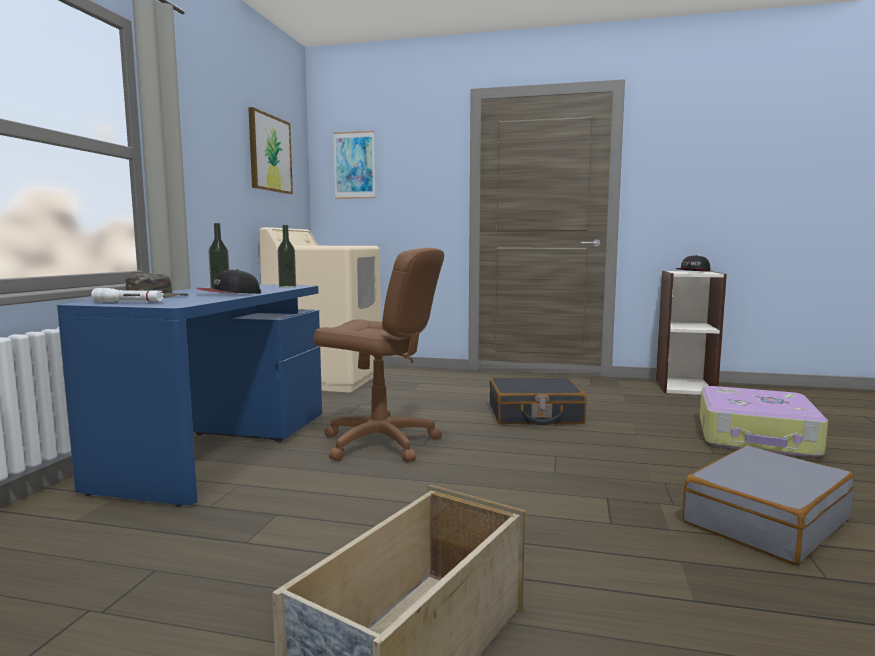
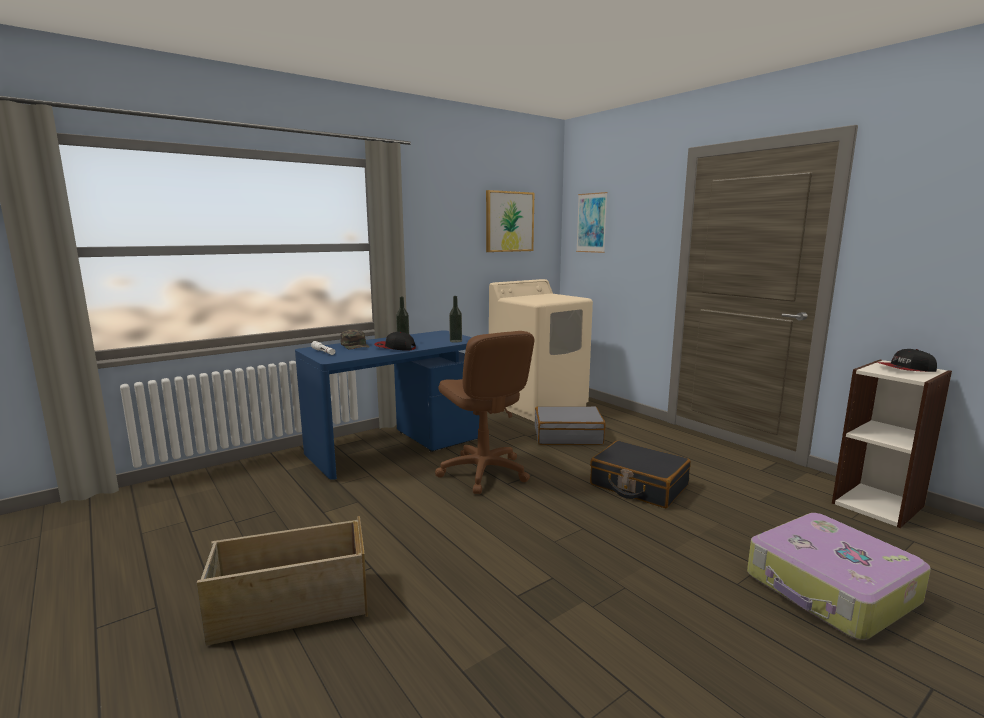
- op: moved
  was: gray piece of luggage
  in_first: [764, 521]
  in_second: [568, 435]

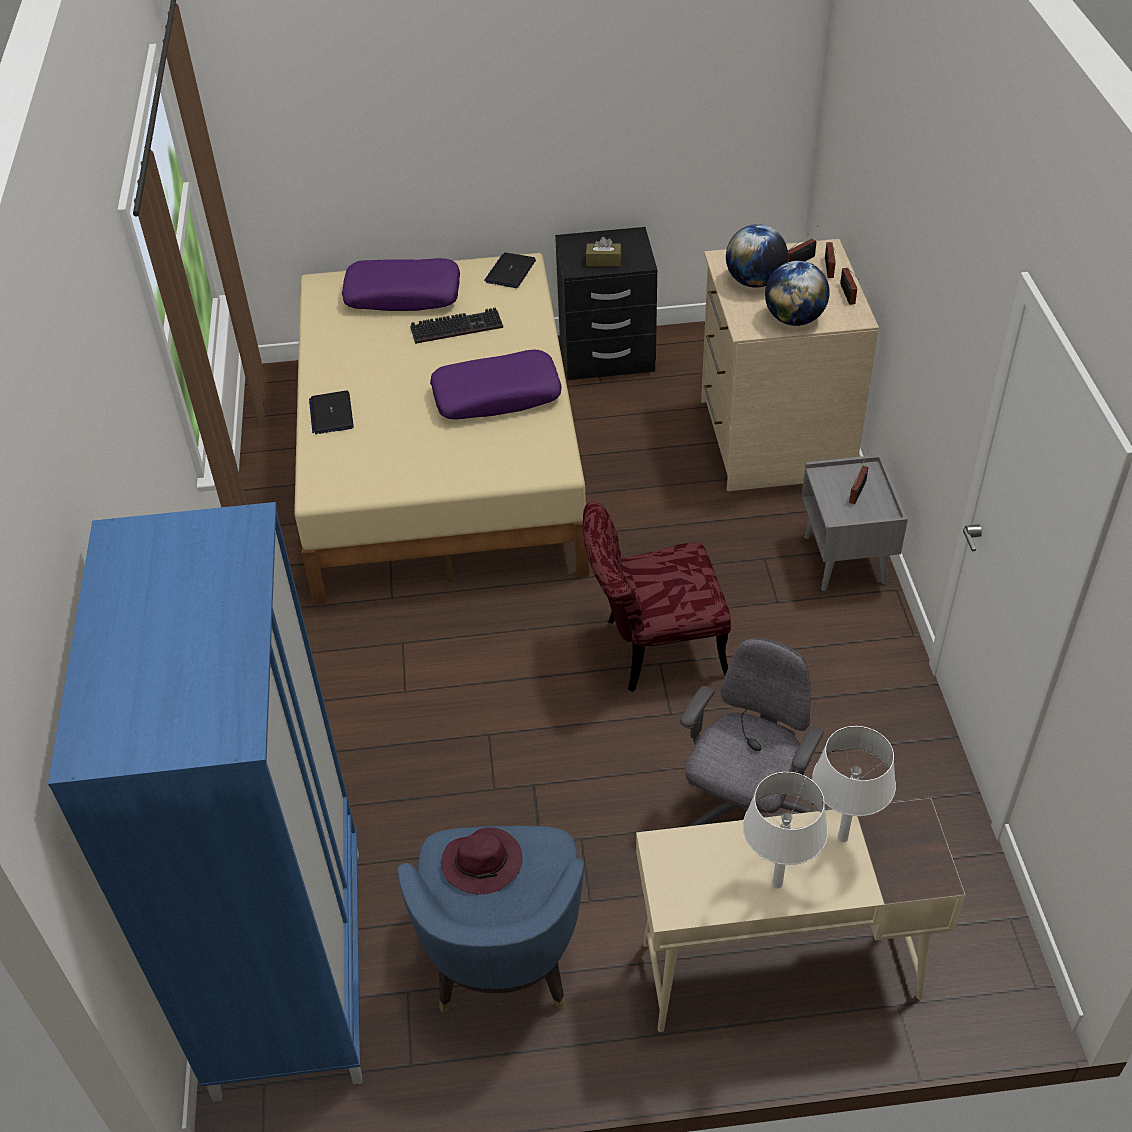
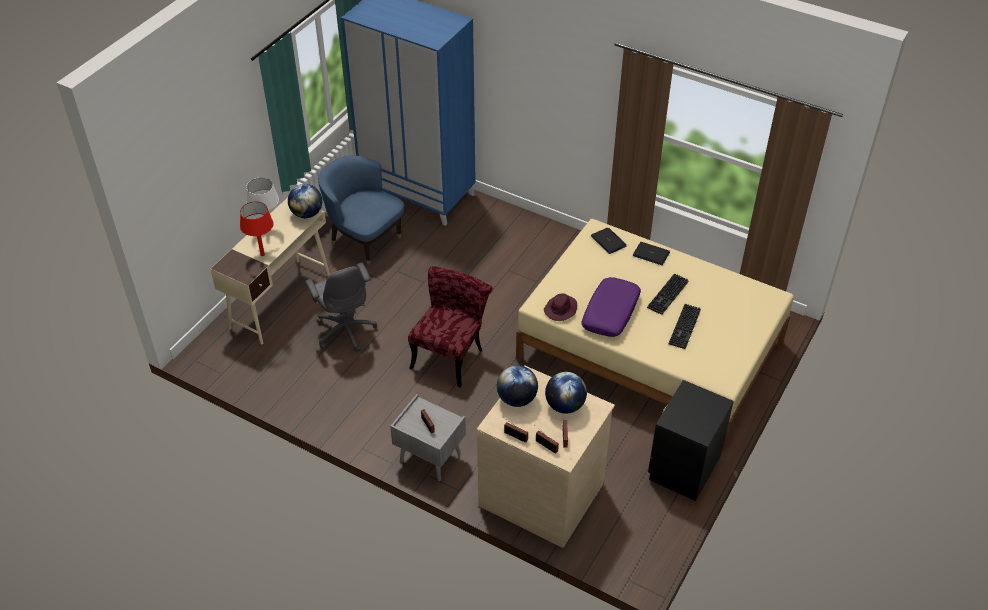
- op: recoloured
  was: white tabletop lamp
  now: red tabletop lamp
  in_first: [842, 838]
  in_second: [262, 254]
- op: added
  now: globe
  in_second: [307, 214]
- op: moved
  was: purplish clothing hat
  in_first: [483, 863]
  in_second: [560, 310]
- op: moved
  was: notebook computer
  in_first: [510, 271]
  in_second: [608, 241]
- op: added
  now: keyboard
  in_second: [668, 296]
- op: removed
  was: purplish throw pillow
  in_first: [403, 295]
- op: removed
  was: brownish box of tissues
  in_first: [603, 261]

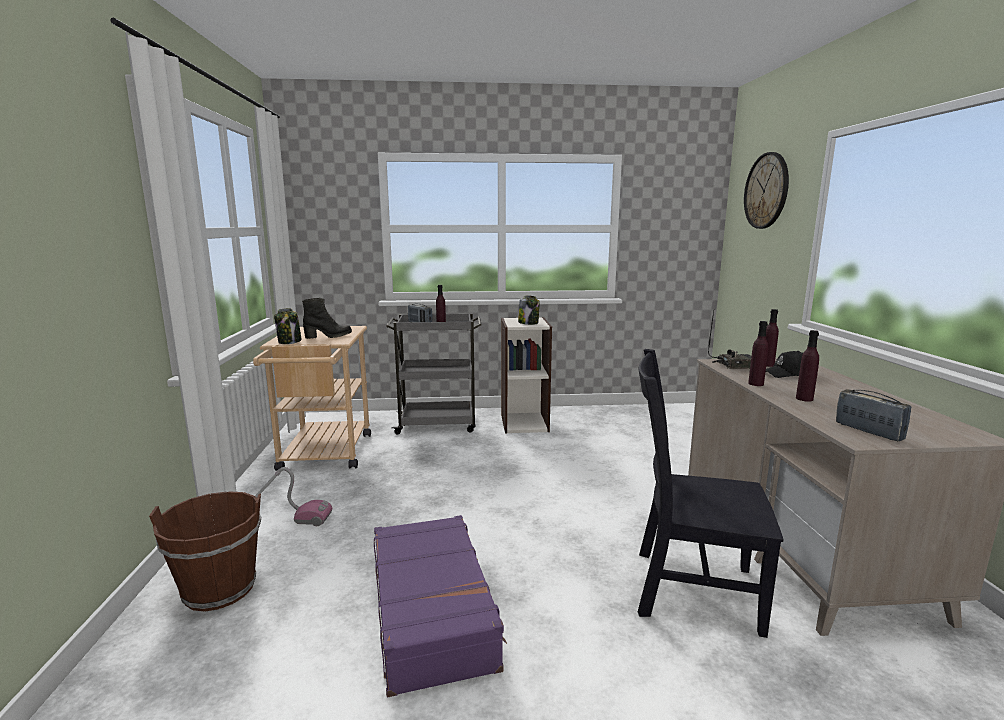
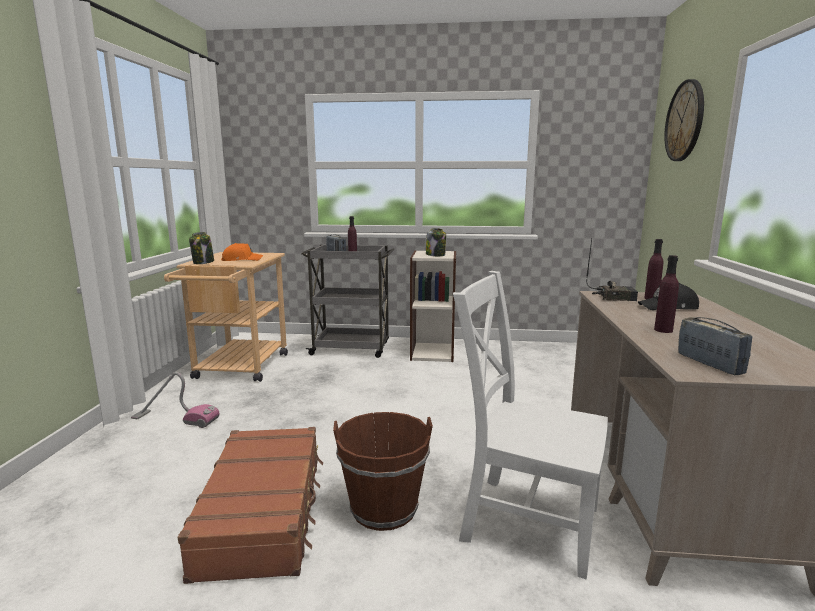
- op: recoloured
  was: purplish piece of luggage
  now: brownish piece of luggage
  in_first: [433, 611]
  in_second: [264, 512]
- op: replaced
  was: blackish boot
  now: orange-coloured baseball cap
  in_first: [328, 336]
  in_second: [241, 260]
- op: moved
  was: brownish bucket
  in_first: [219, 589]
  in_second: [383, 509]
- op: recoloured
  was: blackish chair
  now: white chair
  in_first: [689, 589]
  in_second: [524, 520]
- op: removed
  was: purplish bottle
  in_first: [756, 384]

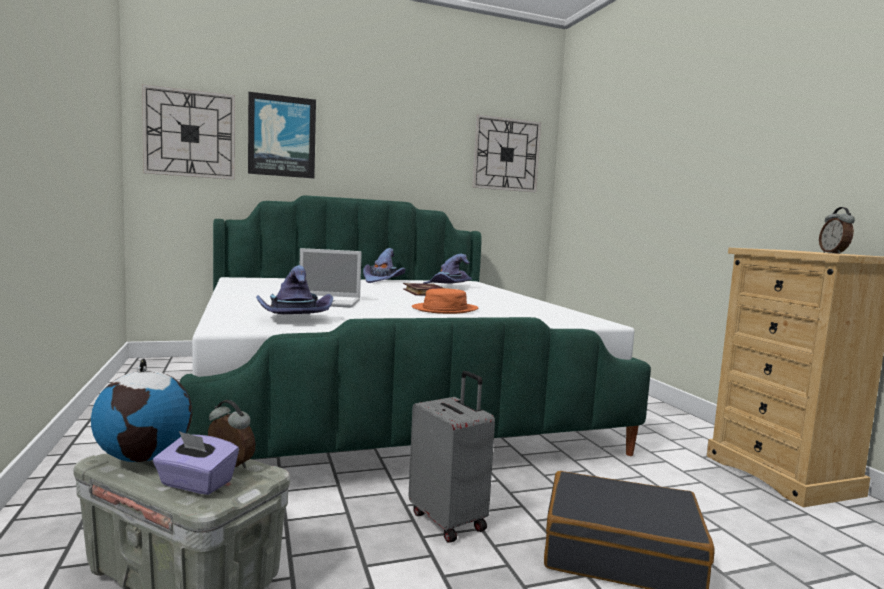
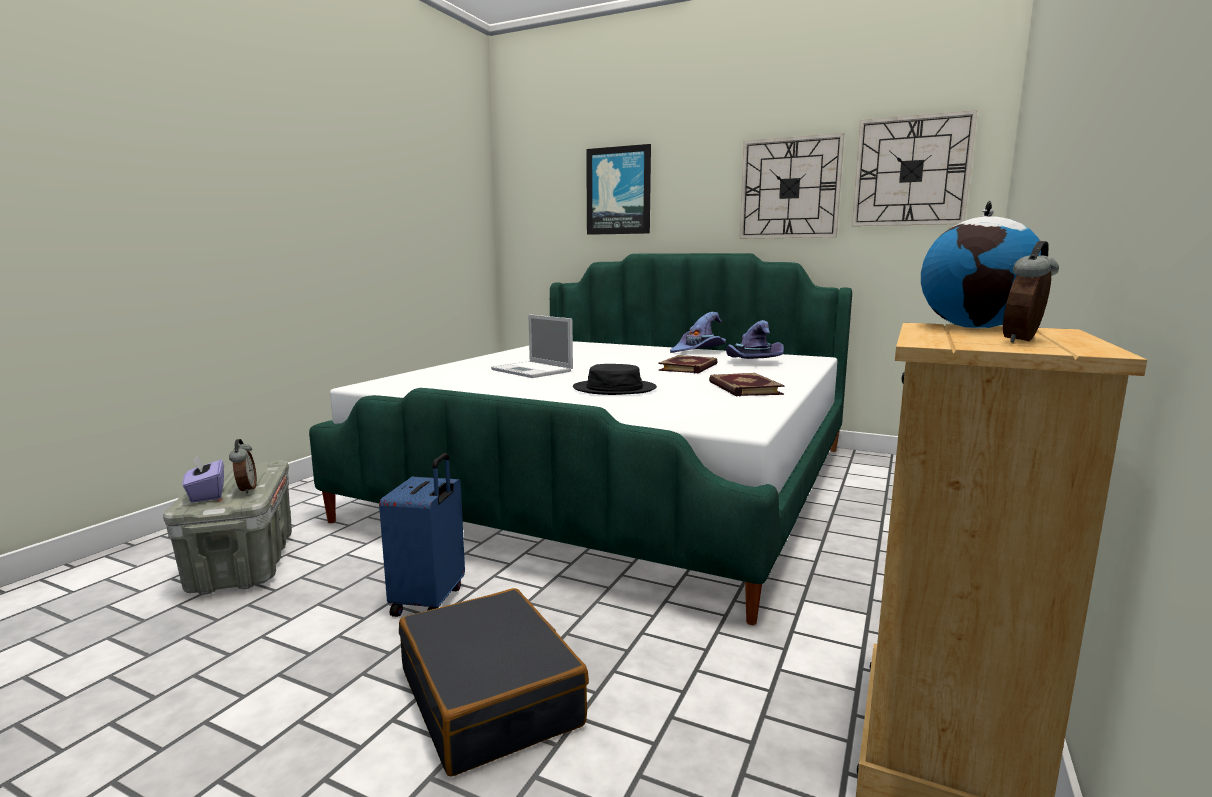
- op: recoloured
  was: gray piece of luggage
  now: bluish piece of luggage
  in_first: [449, 520]
  in_second: [430, 601]
- op: recoloured
  was: orange-coloured clothing hat
  now: blackish clothing hat
  in_first: [445, 309]
  in_second: [614, 389]
- op: added
  now: book
  in_second: [743, 388]
- op: moved
  was: clock on the wall
  in_first: [190, 134]
  in_second: [789, 188]
- op: moved
  was: globe
  in_first: [145, 457]
  in_second: [976, 328]
- op: removed
  was: purplish clothing hat
  in_first: [293, 319]

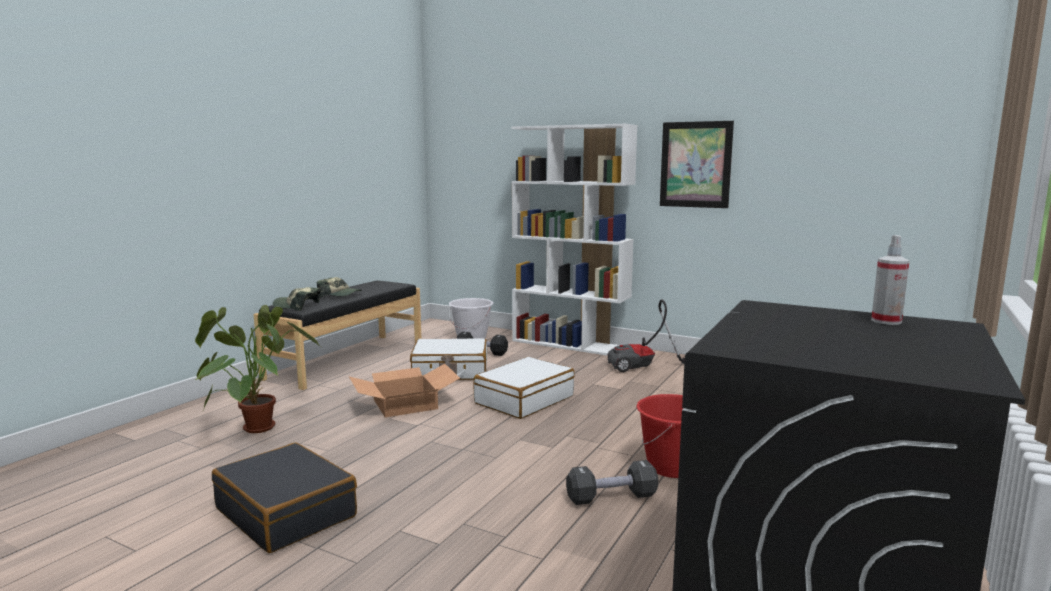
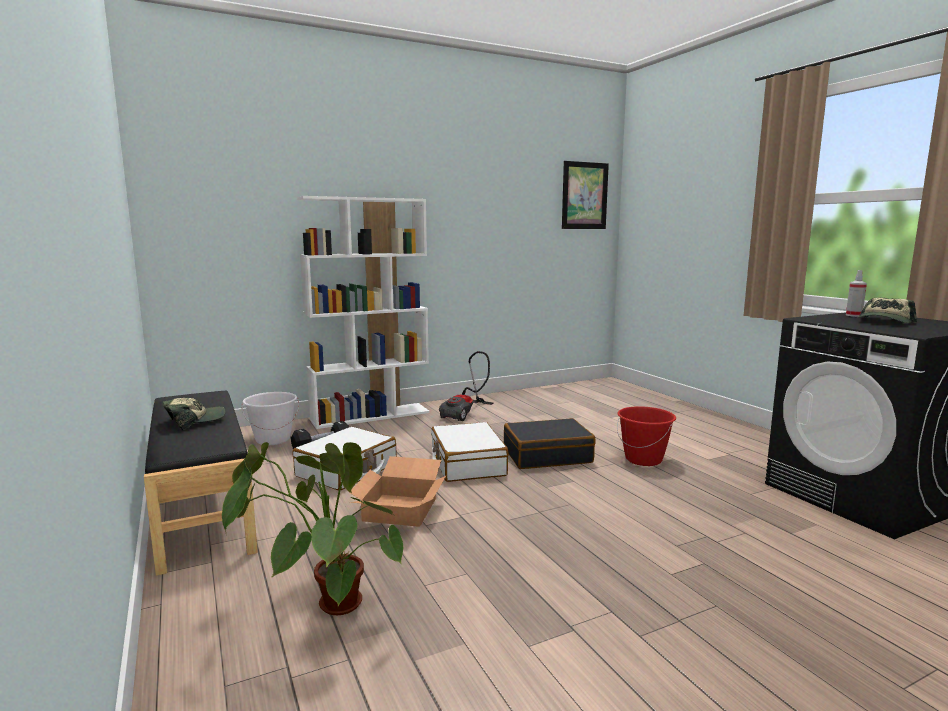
- op: moved
  was: blackish piece of luggage
  in_first: [287, 512]
  in_second: [547, 455]
- op: moved
  was: picture
  in_first: [695, 164]
  in_second: [584, 196]
- op: moved
  was: baseball cap
  in_first: [297, 306]
  in_second: [885, 321]
- op: removed
  was: blackish dumbbell
  in_first: [611, 497]

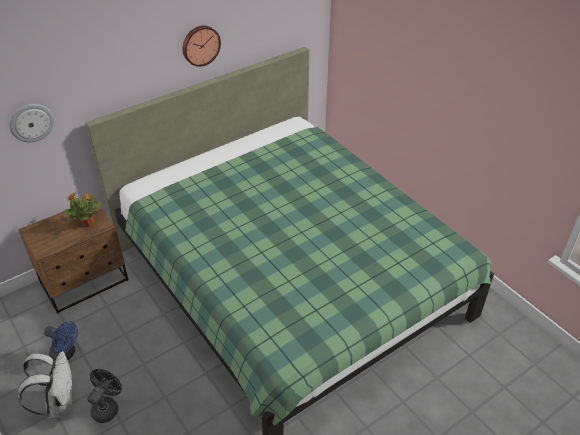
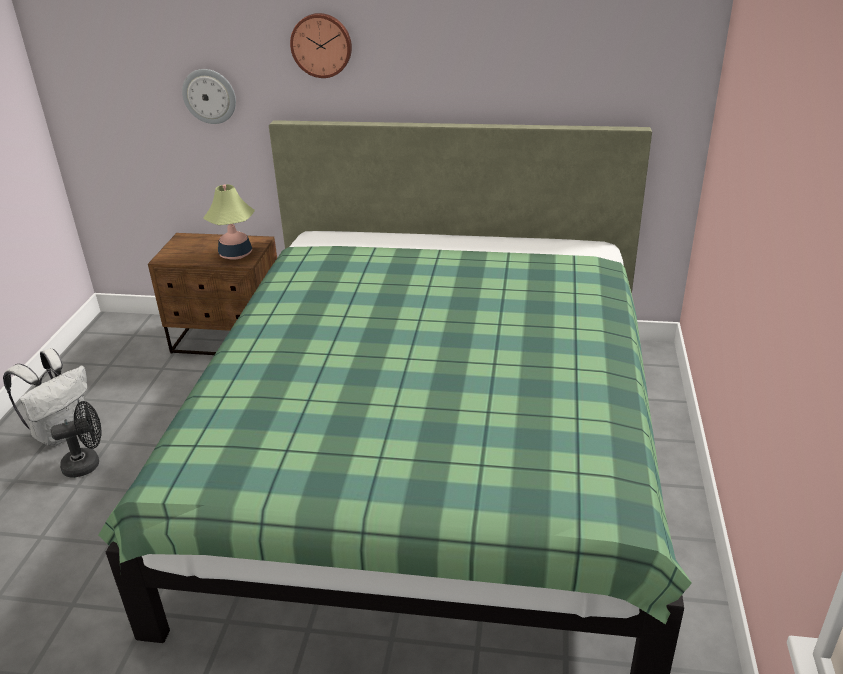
- op: replaced
  was: houseplant
  now: tabletop lamp
  in_first: [88, 223]
  in_second: [235, 254]
- op: moved
  was: clock on the wall
  in_first: [200, 45]
  in_second: [321, 45]
- op: removed
  was: bluish fan
  in_first: [66, 353]

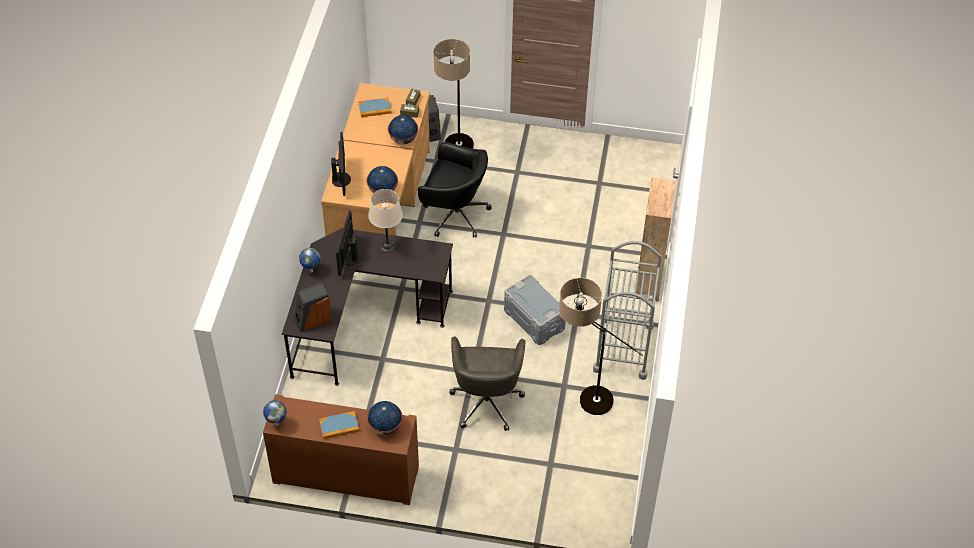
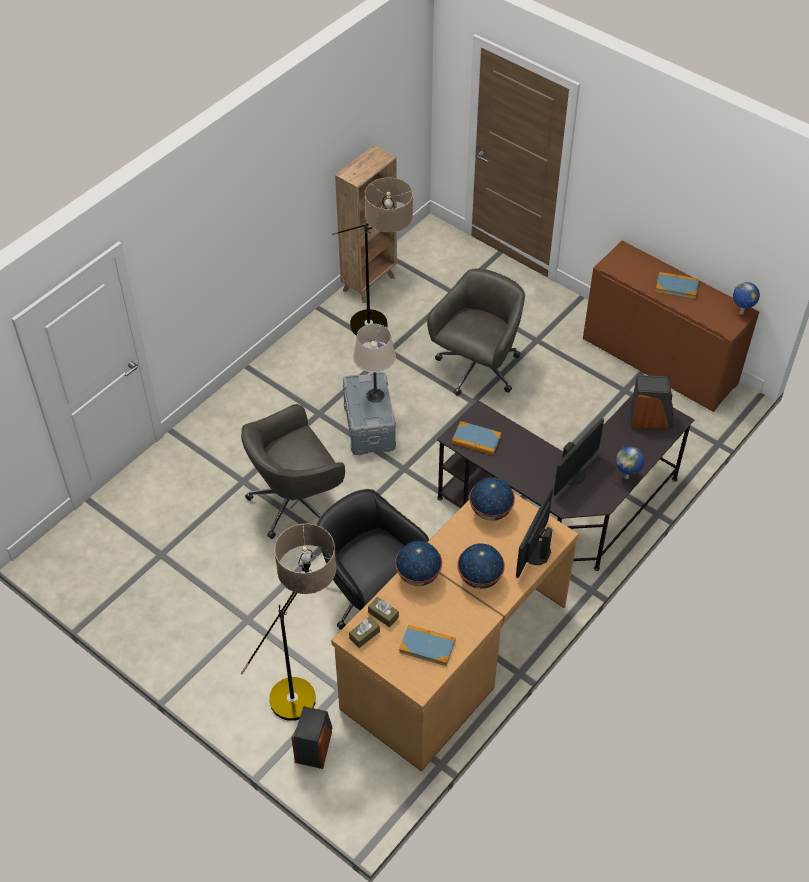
- op: added
  now: gray computer chair
  in_second: [296, 502]
- op: moved
  was: brownish shelving unit
  in_first: [648, 284]
  in_second: [369, 283]
- op: moved
  was: sand-coloured tabletop lamp
  in_first: [387, 246]
  in_second: [375, 395]
- op: added
  now: book
  in_second: [476, 440]
- op: moved
  was: globe
  in_first: [385, 427]
  in_second: [479, 578]
- op: removed
  was: gray trolley
  in_first: [623, 348]

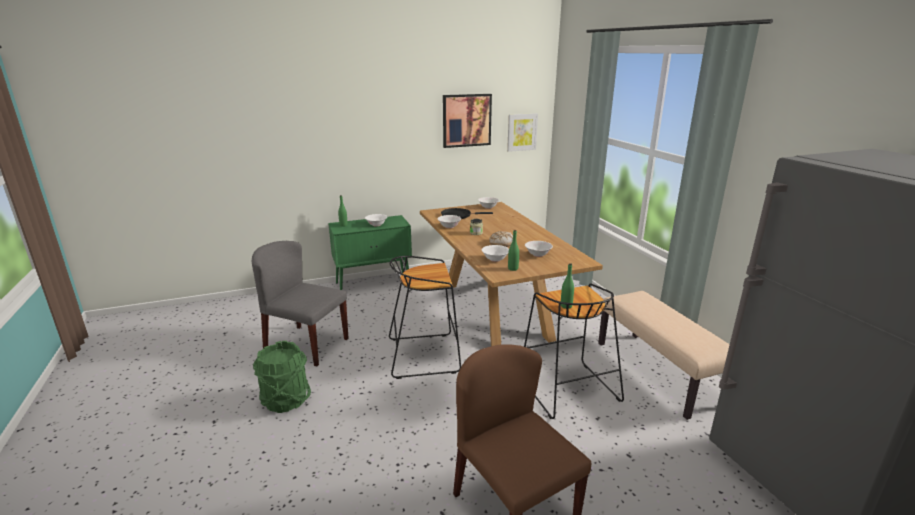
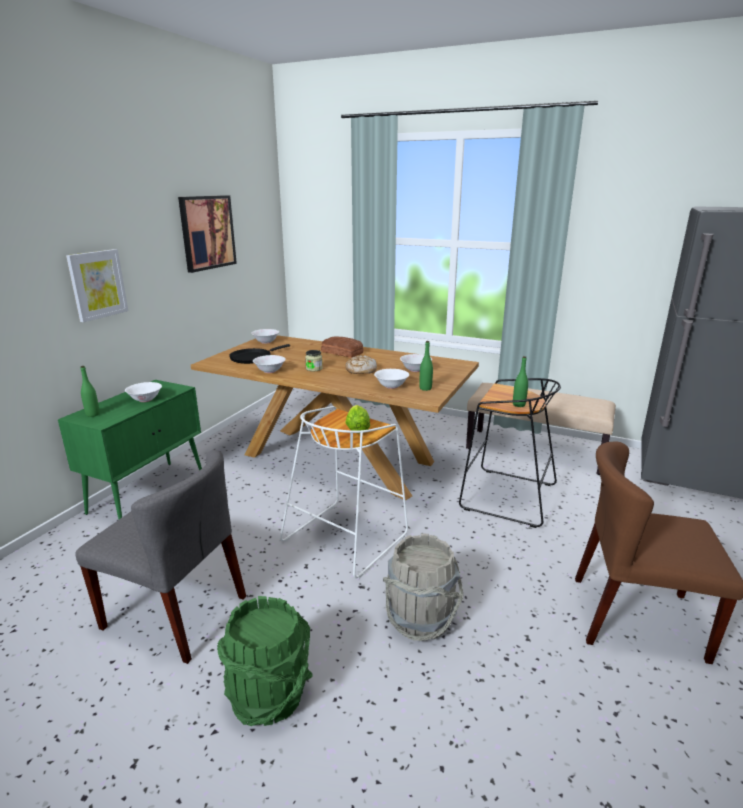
- op: moved
  was: picture
  in_first: [522, 132]
  in_second: [97, 284]
- op: turned
  was: gray chair
  in_first: [306, 345]
  in_second: [176, 612]
  clockwise: -135
- op: recoloured
  was: blackish sitting stool
  now: white sitting stool
  in_first: [425, 355]
  in_second: [345, 536]
- op: added
  now: bakery bread
  in_second: [342, 352]
- op: added
  now: lettuce
  in_second: [357, 428]
- op: added
  now: gray bucket
  in_second: [420, 618]

